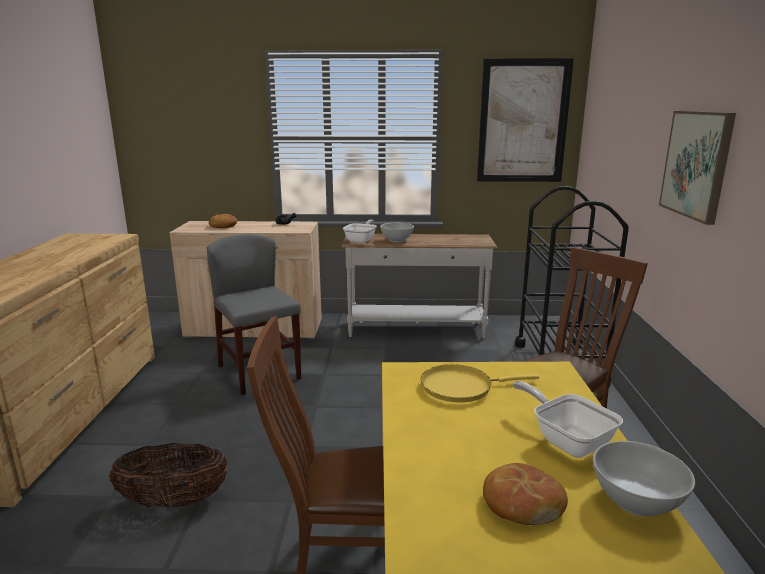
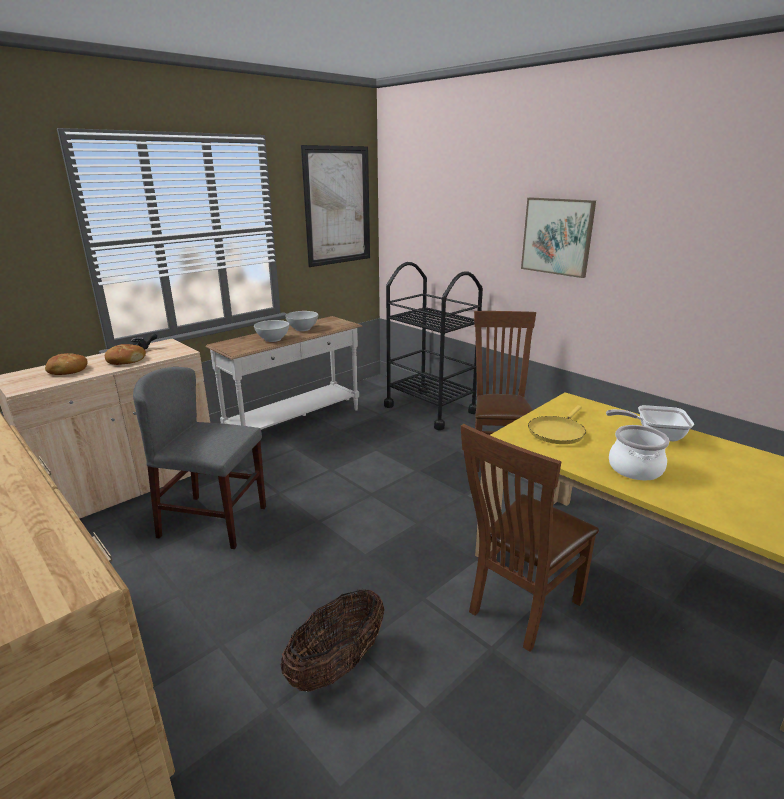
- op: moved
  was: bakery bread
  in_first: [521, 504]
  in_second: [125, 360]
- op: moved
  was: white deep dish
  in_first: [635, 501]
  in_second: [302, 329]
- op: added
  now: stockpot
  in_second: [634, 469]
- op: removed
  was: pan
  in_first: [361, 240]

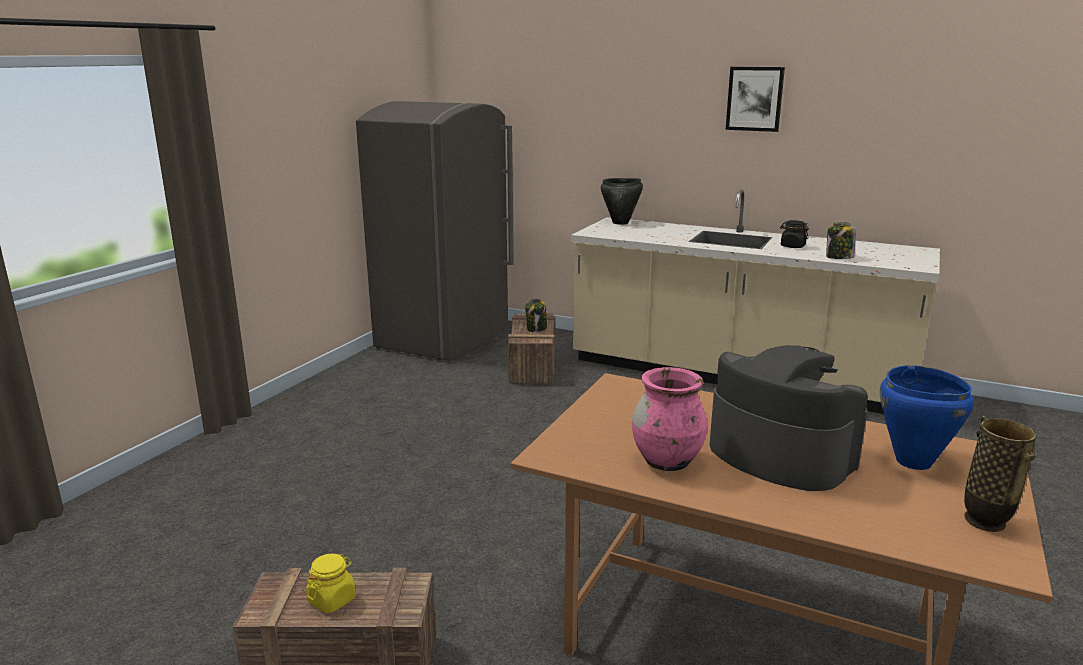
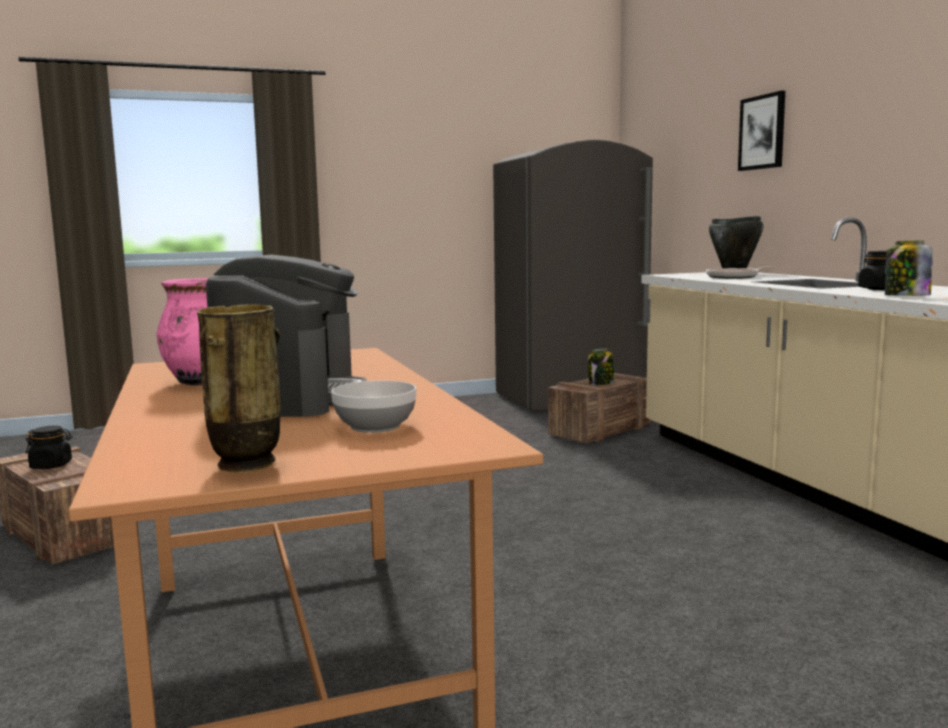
- op: recoloured
  was: yellow preserve jar
  now: blackish preserve jar
  in_first: [332, 600]
  in_second: [51, 465]
- op: replaced
  was: bluish stockpot
  now: deep dish
  in_first: [913, 462]
  in_second: [374, 426]
- op: added
  now: pan
  in_second: [735, 277]
- op: moved
  was: picture
  in_first: [754, 99]
  in_second: [762, 132]

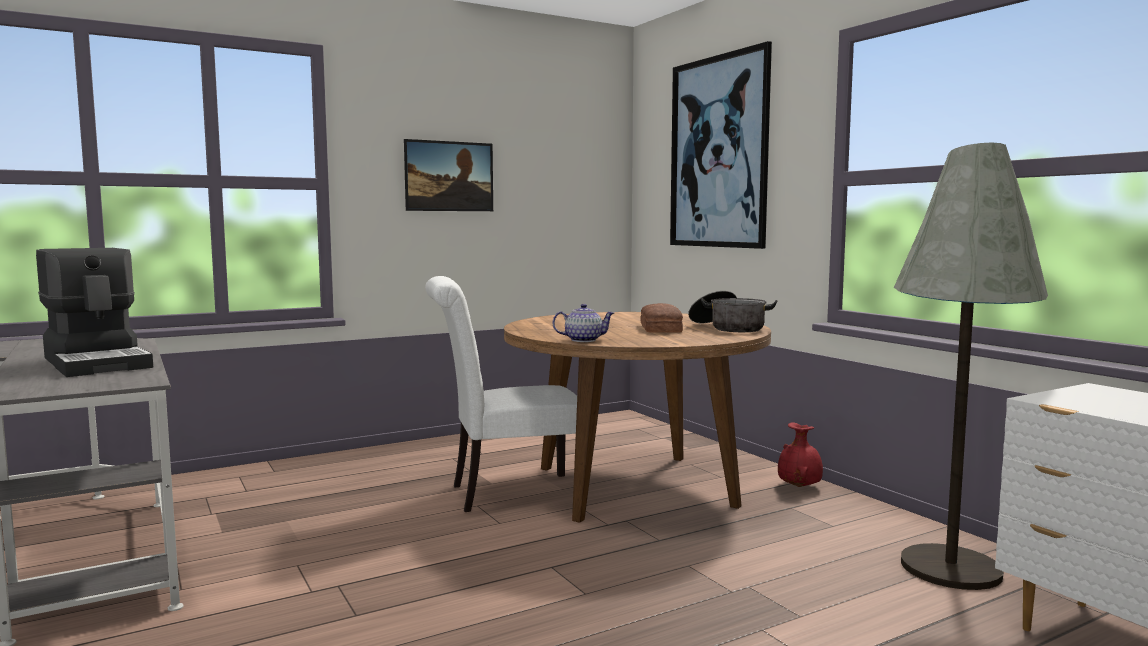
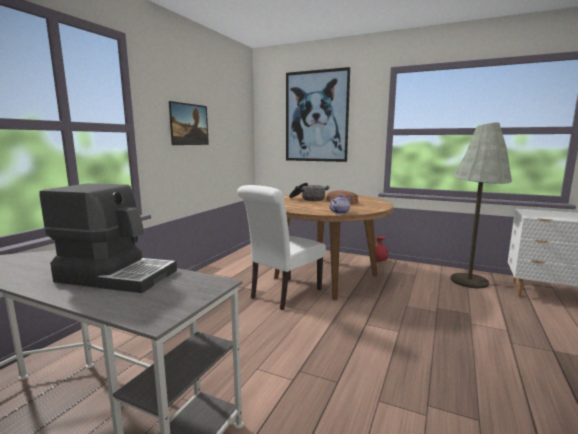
- op: moved
  was: stockpot
  in_first: [728, 328]
  in_second: [308, 199]

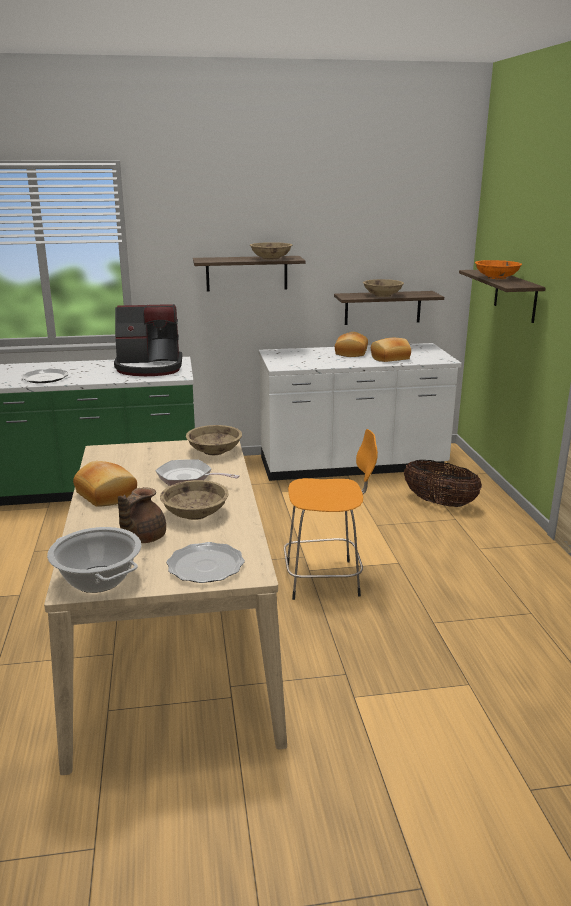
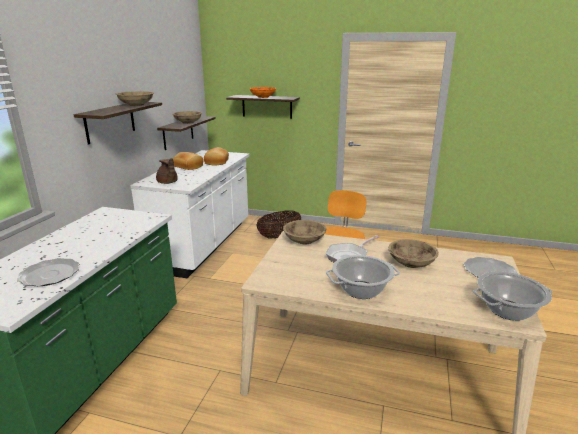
- op: moved
  was: brownish tea pot
  in_first: [142, 538]
  in_second: [167, 182]
- op: replaced
  was: bakery bread
  now: stockpot
  in_first: [107, 494]
  in_second: [361, 290]
- op: removed
  was: coffee brewer
  in_first: [149, 367]

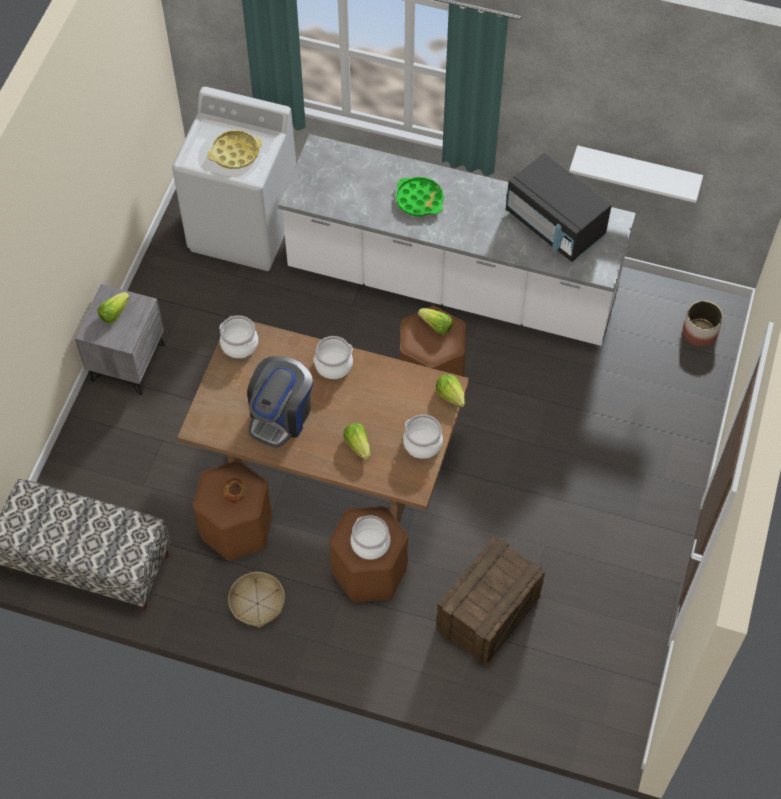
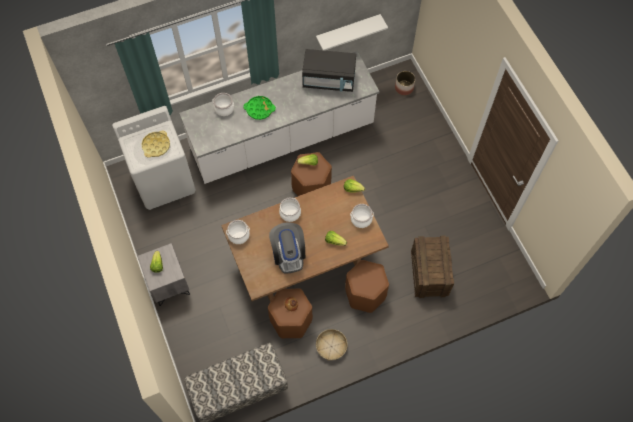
- op: moved
  was: stockpot
  in_first: [370, 543]
  in_second: [224, 108]

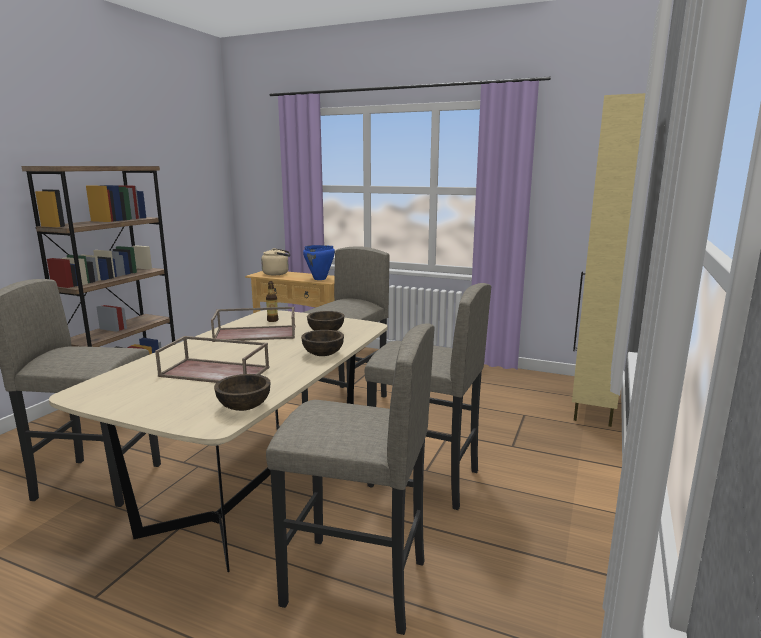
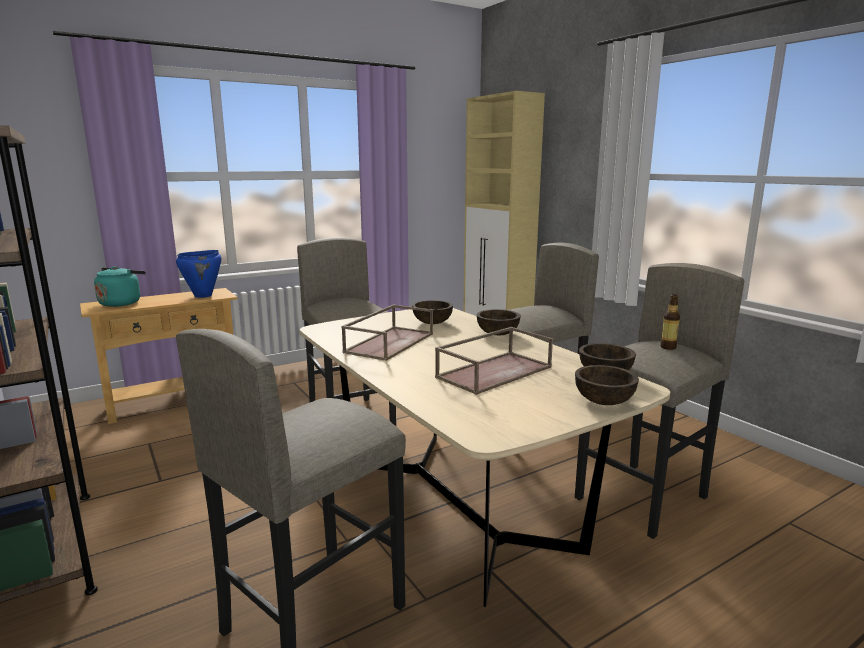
- op: recoloured
  was: sand-coloured water kettle
  now: turquoise-coloured water kettle
  in_first: [277, 273]
  in_second: [122, 303]
- op: added
  now: brownish deep dish
  in_second: [603, 401]
- op: moved
  was: bottle
  in_first: [272, 320]
  in_second: [668, 347]

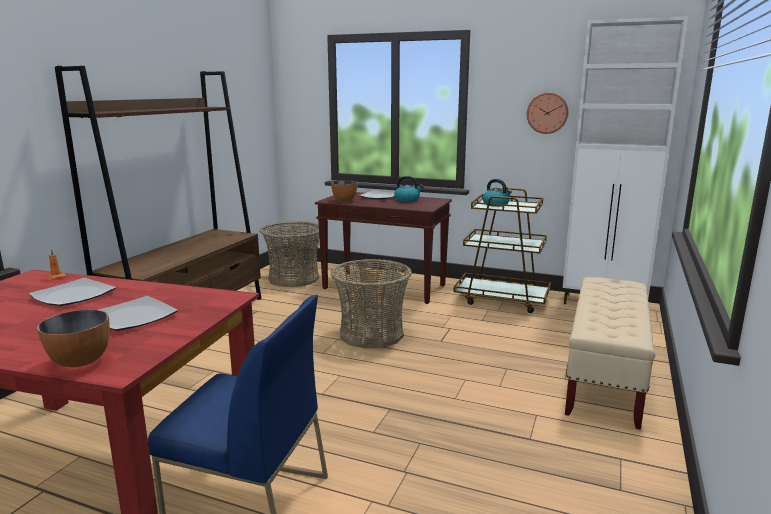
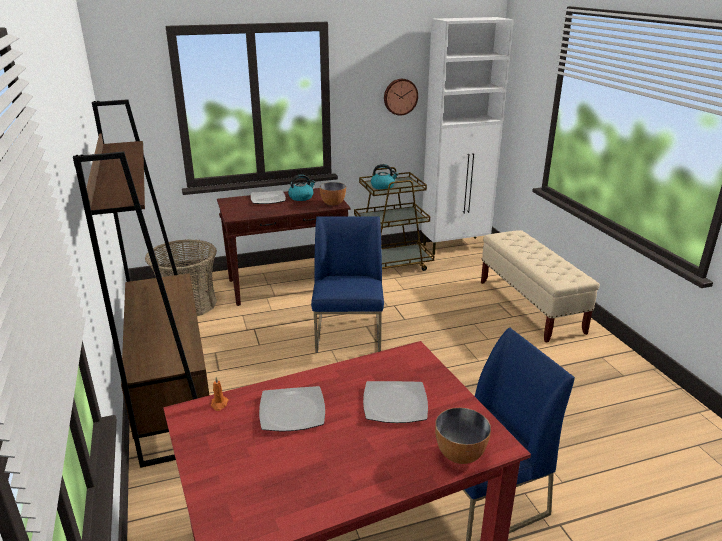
- op: replaced
  was: household basket
  now: bluish chair
  in_first: [371, 334]
  in_second: [349, 334]
- op: moved
  was: deep dish
  in_first: [344, 200]
  in_second: [333, 204]

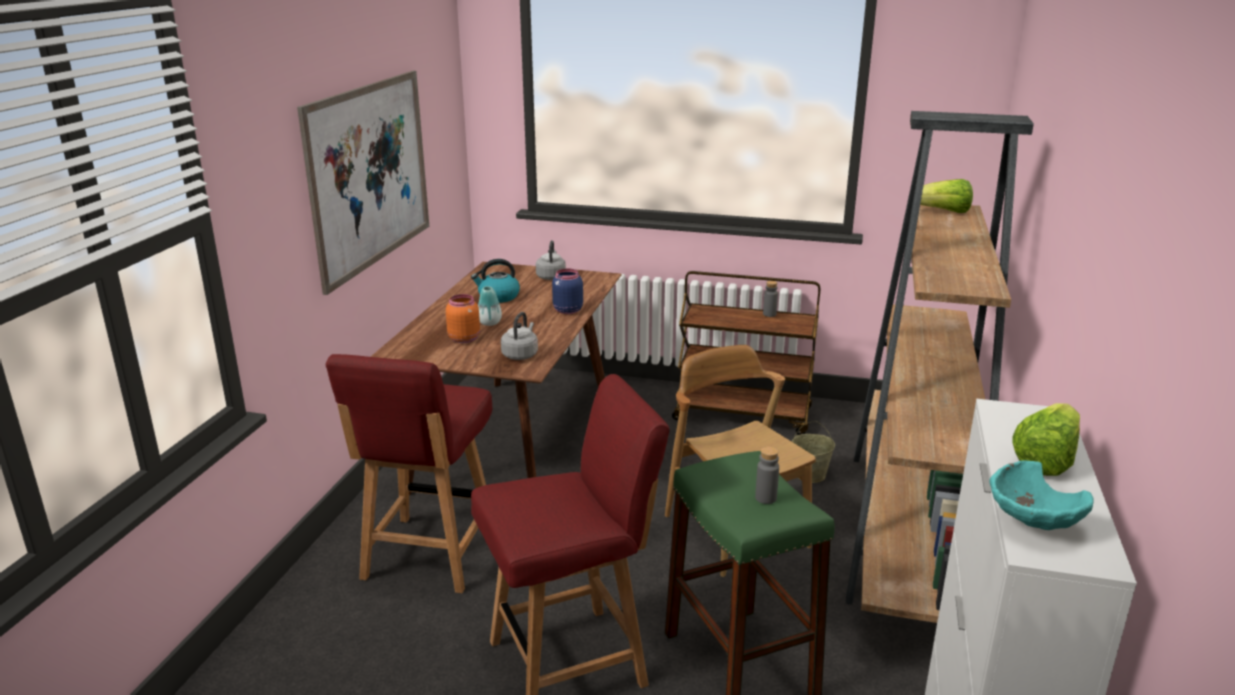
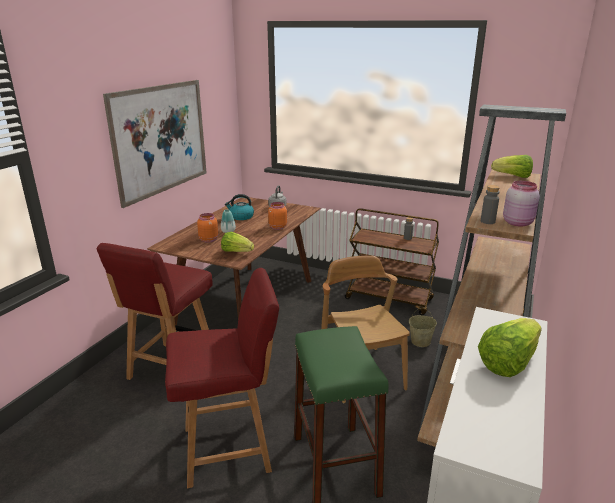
- op: replaced
  was: gray water kettle
  now: lettuce
  in_first: [520, 355]
  in_second: [236, 252]
- op: recoloured
  was: bluish preserve jar
  now: orange-coloured preserve jar
  in_first: [567, 310]
  in_second: [277, 227]
- op: moved
  was: gray bottle
  in_first: [765, 498]
  in_second: [487, 221]
- op: added
  now: pink preserve jar
  in_second: [518, 223]
- op: removed
  was: turquoise-coloured deep dish
  in_first: [1031, 524]

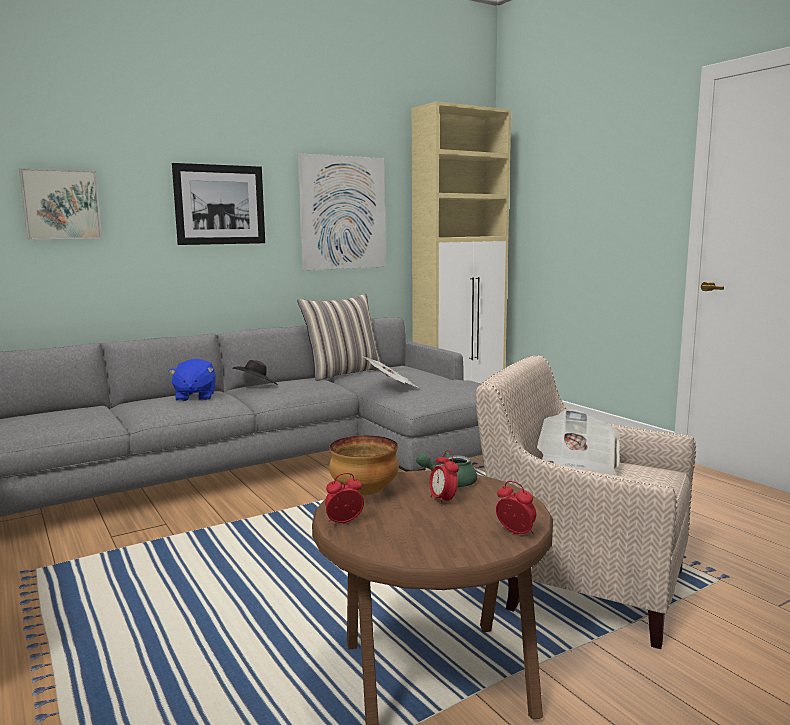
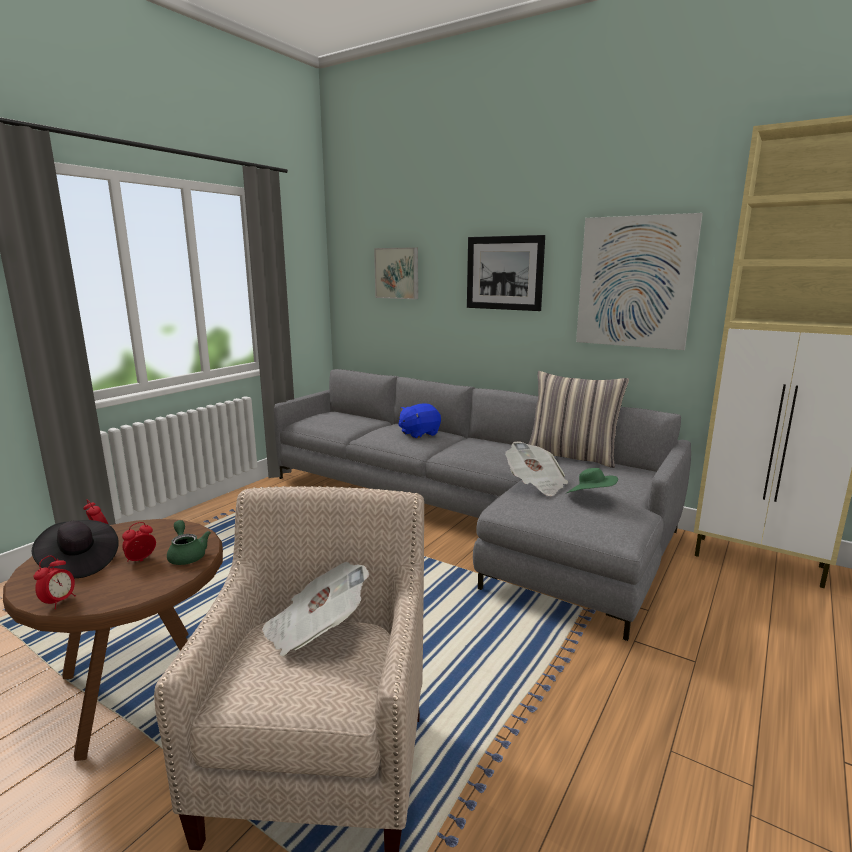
- op: moved
  was: blackish clothing hat
  in_first: [256, 386]
  in_second: [78, 563]
- op: added
  now: green clothing hat
  in_second: [590, 497]
- op: removed
  was: deep dish
  in_first: [363, 493]

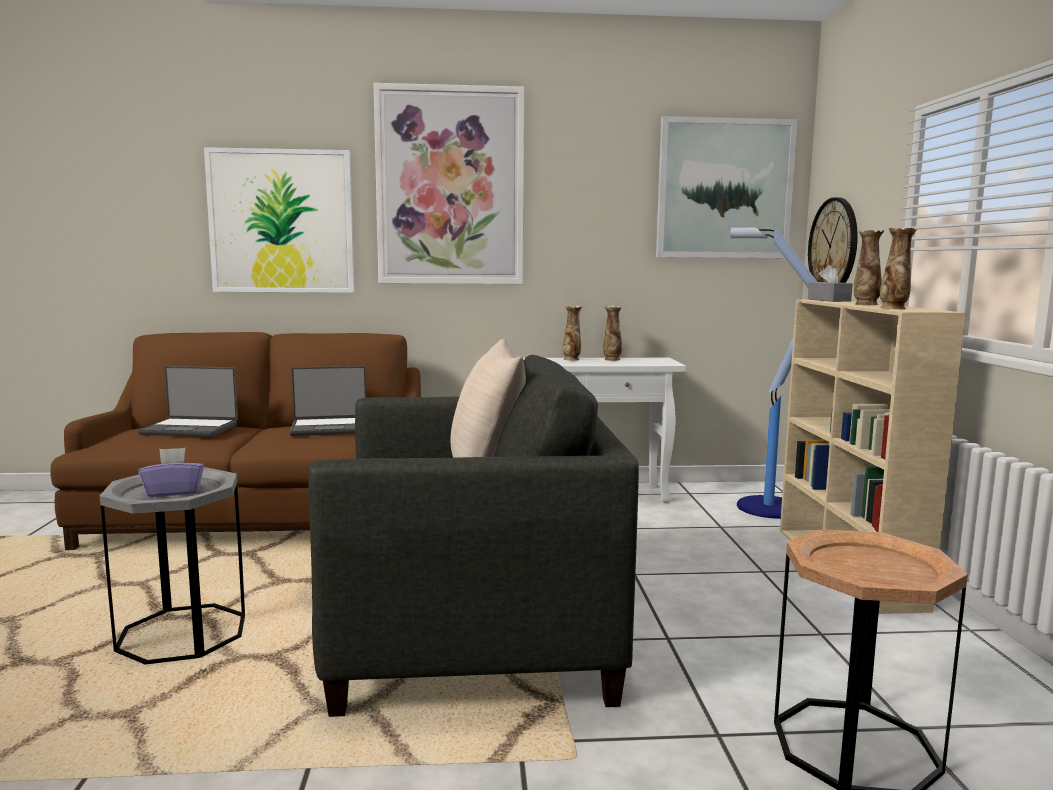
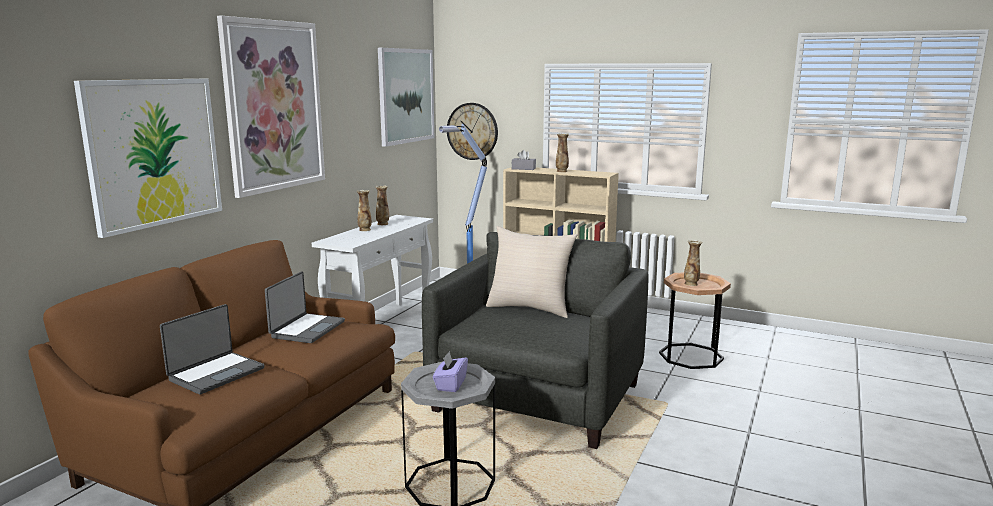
- op: moved
  was: vase
  in_first: [894, 308]
  in_second: [691, 284]

